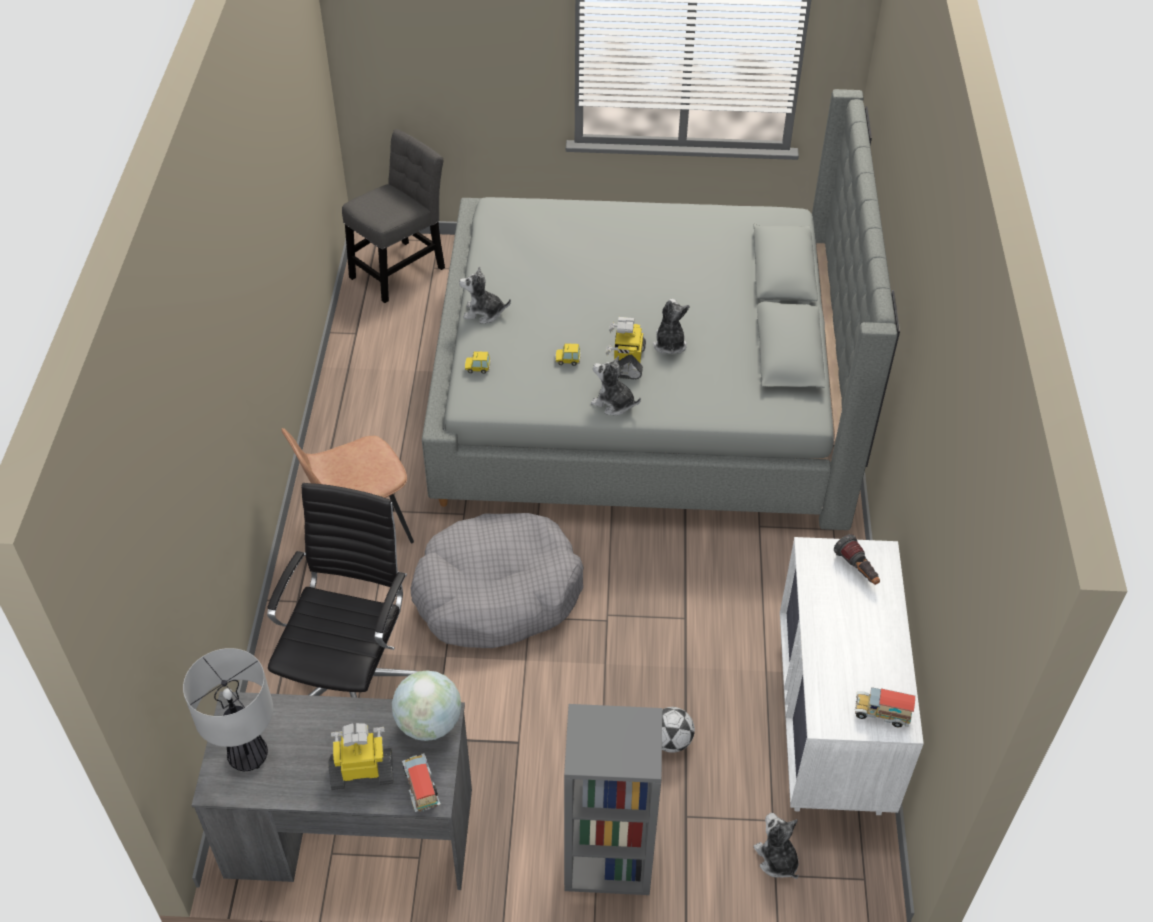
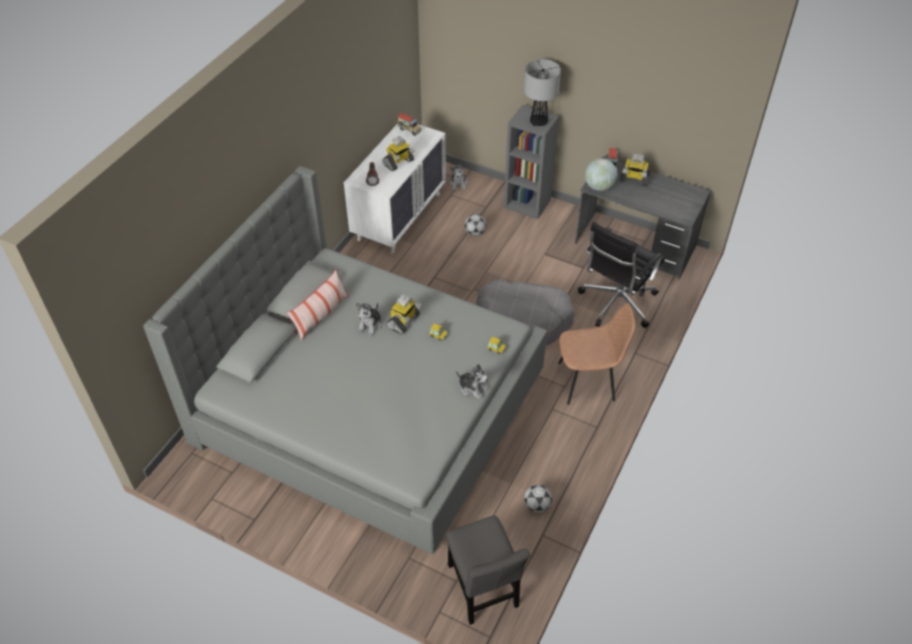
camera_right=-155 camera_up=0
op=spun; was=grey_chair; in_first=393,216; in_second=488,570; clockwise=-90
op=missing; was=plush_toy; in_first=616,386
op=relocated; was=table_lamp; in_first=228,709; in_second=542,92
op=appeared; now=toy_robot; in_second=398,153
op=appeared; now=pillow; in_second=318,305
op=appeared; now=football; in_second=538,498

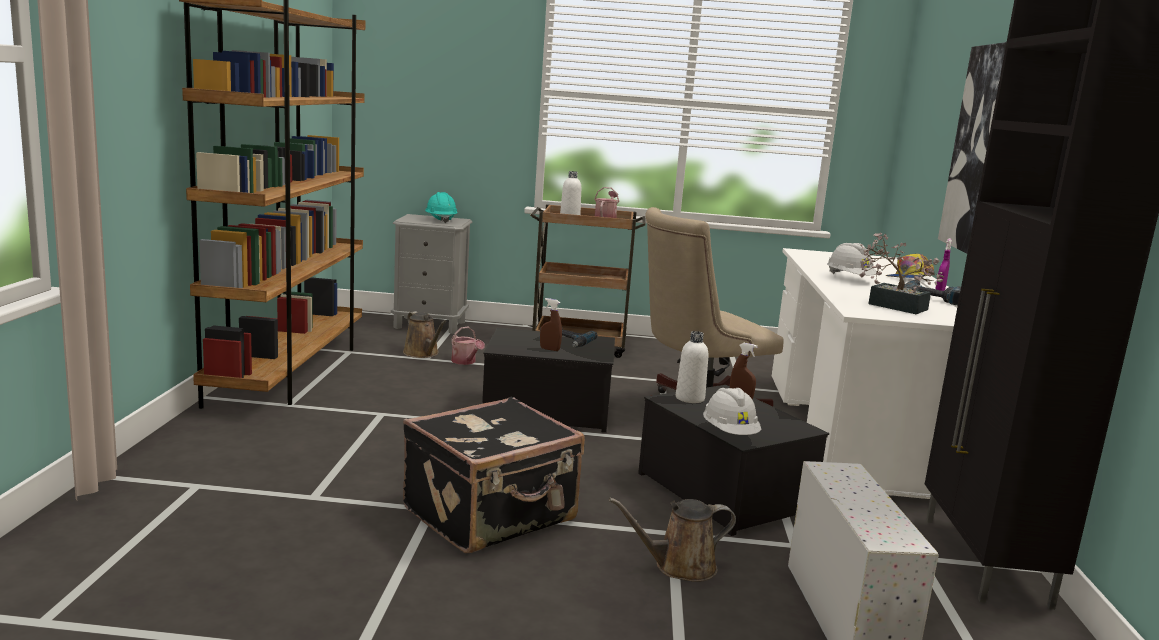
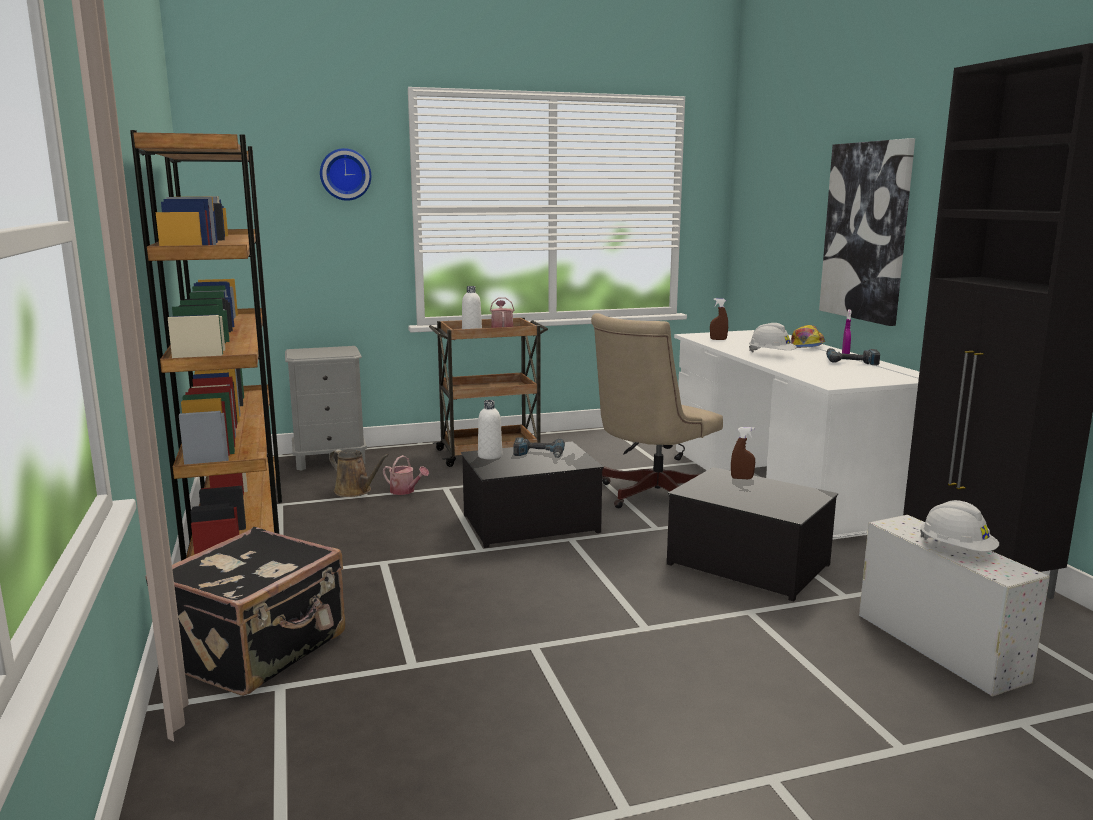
camera_right=-20 camera_up=0
op=missing; was=turquoise_hard_hat; in_first=441,207
op=missing; was=potted_plant; in_first=902,273
op=relocated; was=brown_spray_bottle; in_first=551,324; in_second=719,319
op=relocated; was=white_bottle; in_first=692,367; in_second=490,429
op=relocated; was=white_hard_hat; in_first=732,411; in_second=959,526
op=relocated; was=black_suitcase; in_first=494,474; in_second=245,611
op=missing; was=brown_watering_can; in_first=672,540
op=appeared; now=wall_clock; in_second=345,174

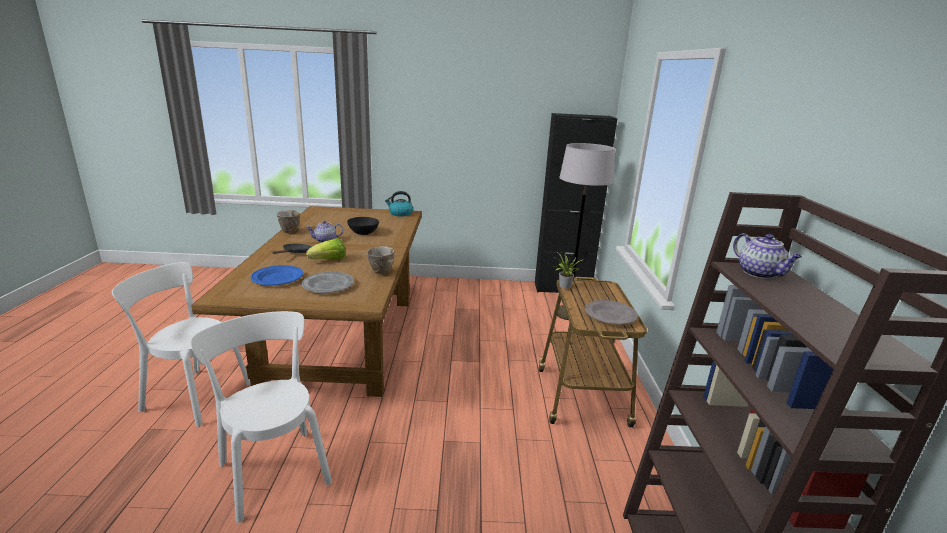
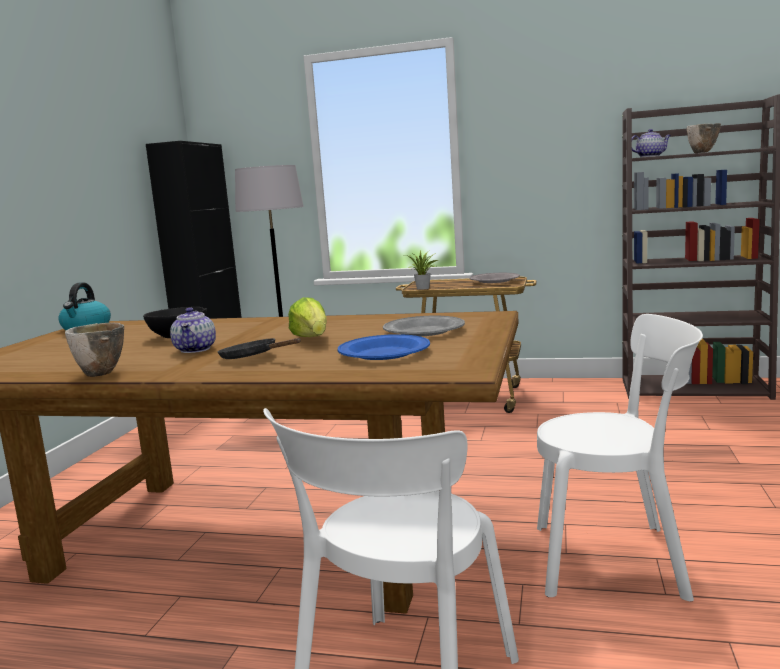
camera_right=-75 camera_up=-10
op=relocated; was=bowl; in_first=381,260; in_second=704,138
op=spun; was=white_chair; in_first=261,417; in_second=620,458; clockwise=-150

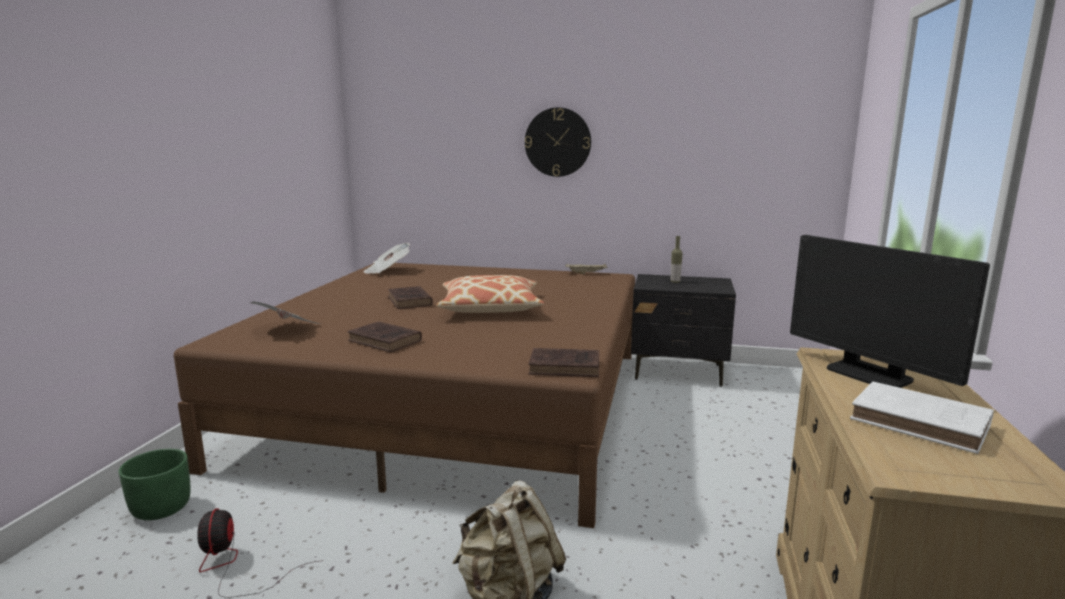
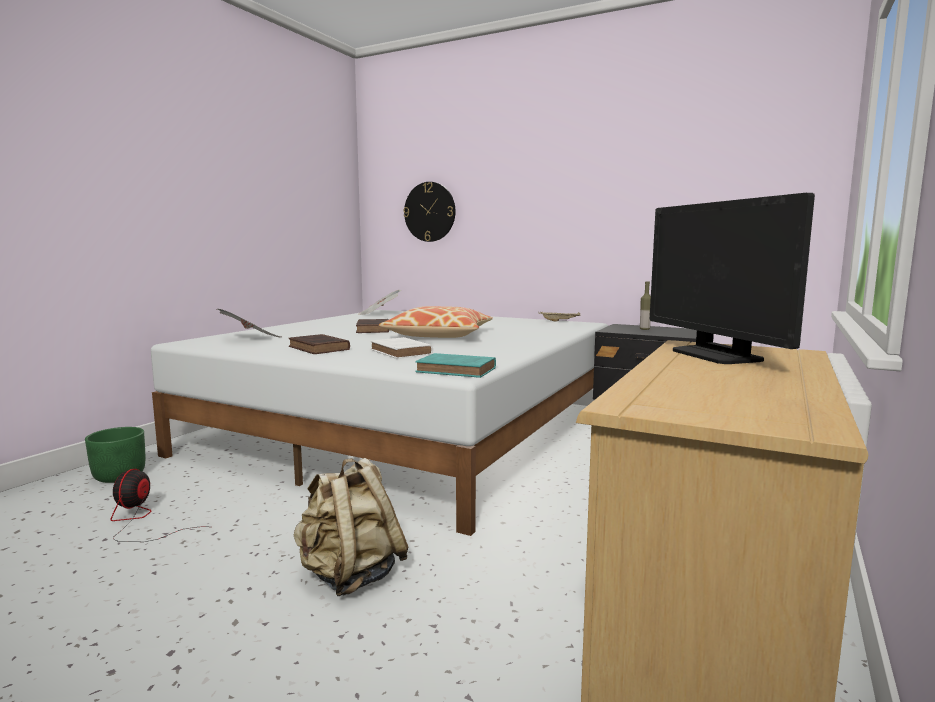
camera_right=15 camera_up=-5
op=relocated; was=wall_clock; in_first=558,142; in_second=429,212
op=colour; was=brown_bed; now=white_bed; in_first=404,395; in_second=379,423
op=colour; was=brown_book; now=turquoise_book; in_first=564,362; in_second=455,365
op=relocated; was=white_book; in_first=922,417; in_second=401,348

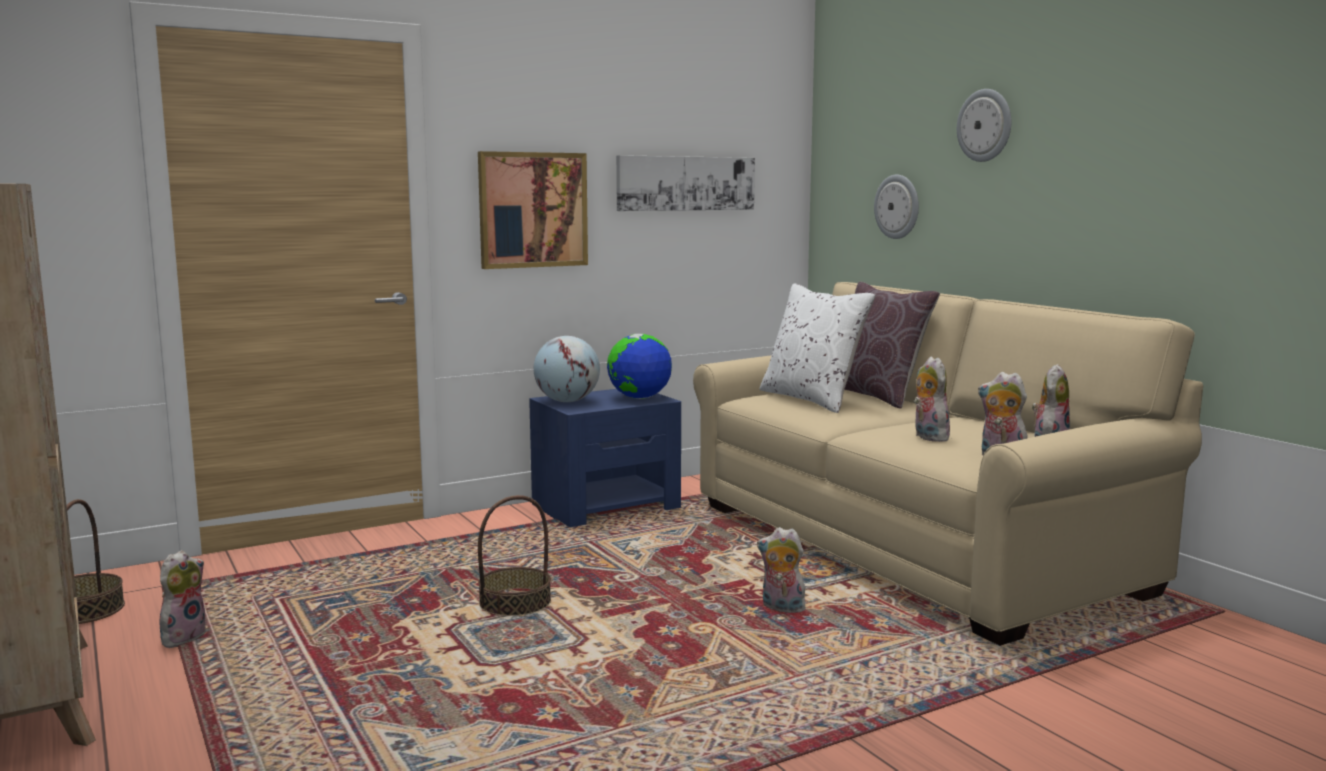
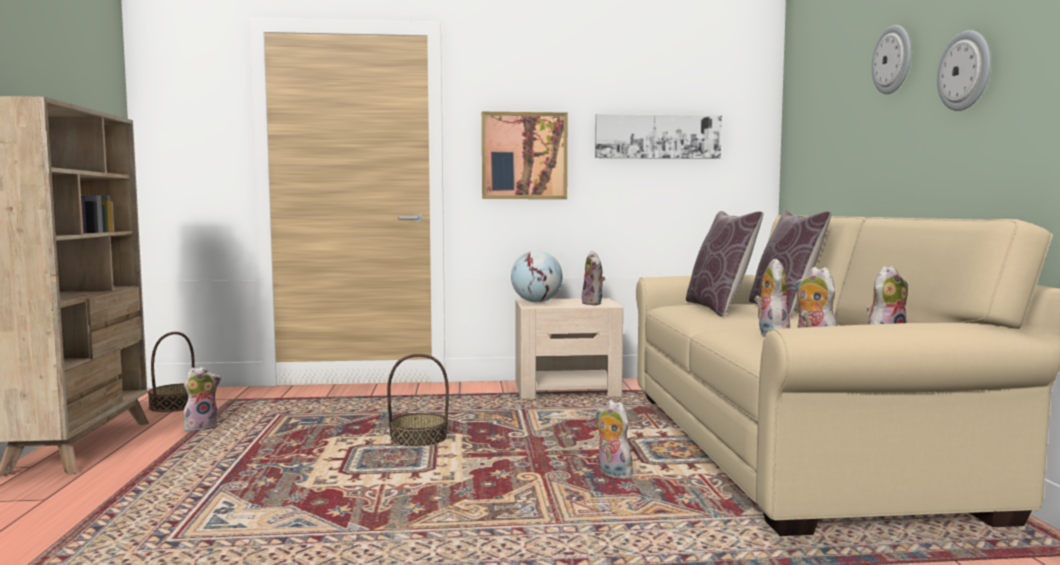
camera_right=25 camera_up=-5
op=relocated; was=wall_clock; in_first=896,207; in_second=963,70
op=colour; was=white_pillow; now=brown_pillow; in_first=818,348; in_second=725,264
op=exchanged; was=globe; now=plush_toy; in_first=639,366; in_second=593,278
op=colour; was=blue_nightstand; now=beige_nightstand; in_first=605,458; in_second=569,348

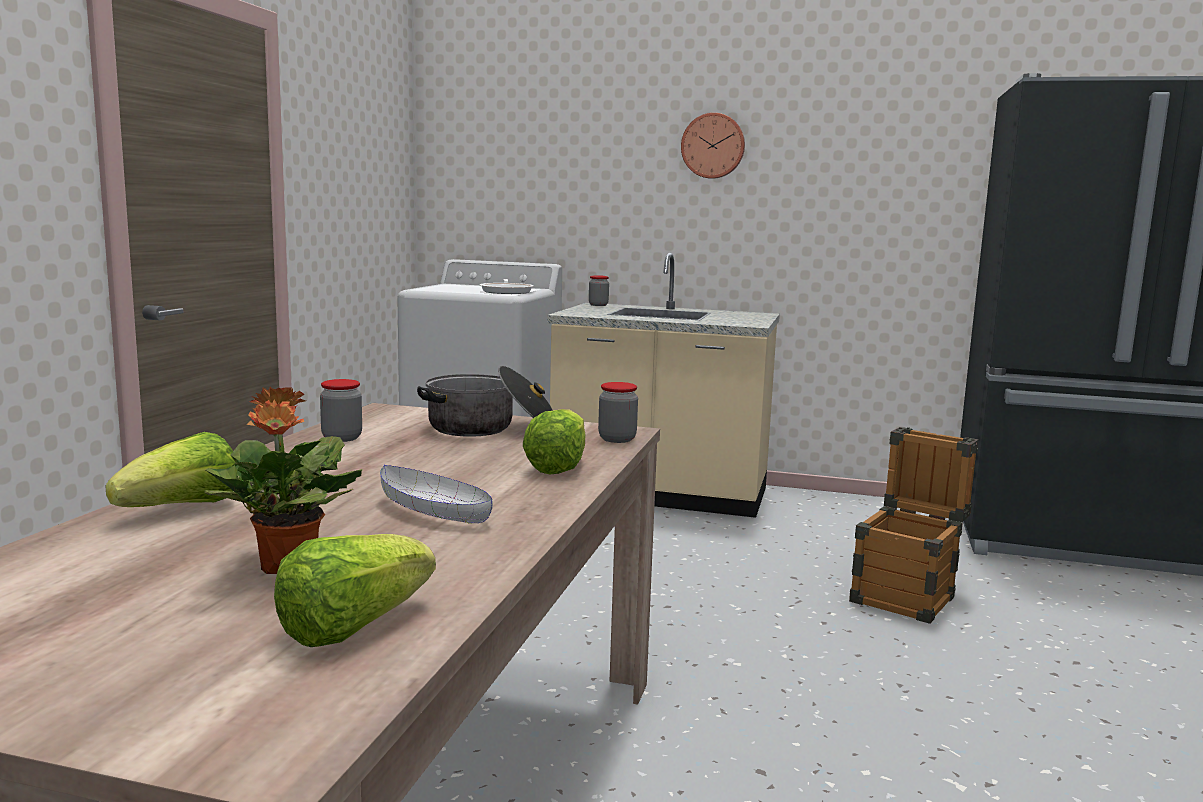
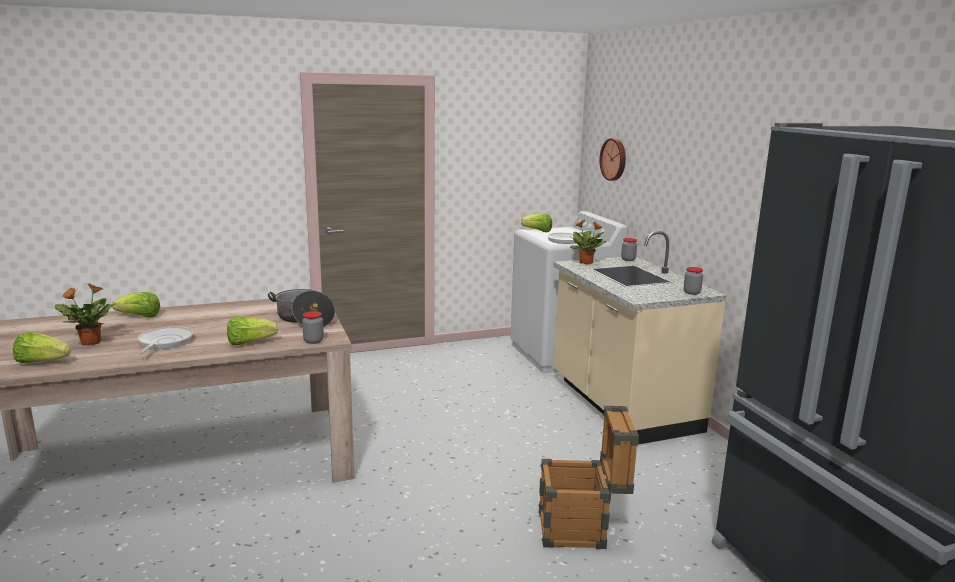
camera_right=55 camera_up=5
op=relocated; was=wall_clock; in_first=713,146; in_second=612,159
op=relocated; was=jar; in_first=341,410; in_second=693,281
op=exchanged; was=white_bowl; now=frying_pan; in_first=436,494; in_second=165,340
op=appeared; now=lettuce; in_second=536,223
op=appeared; now=potted_plant; in_second=588,242

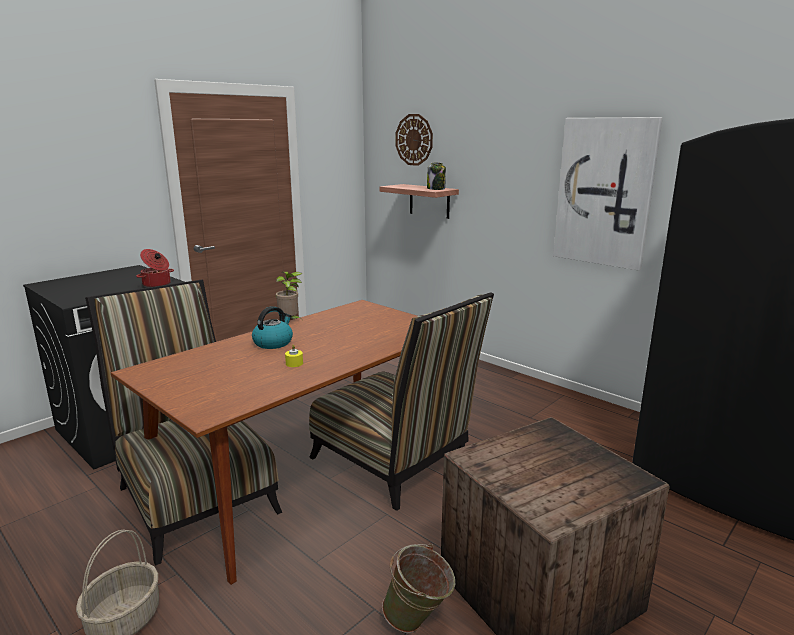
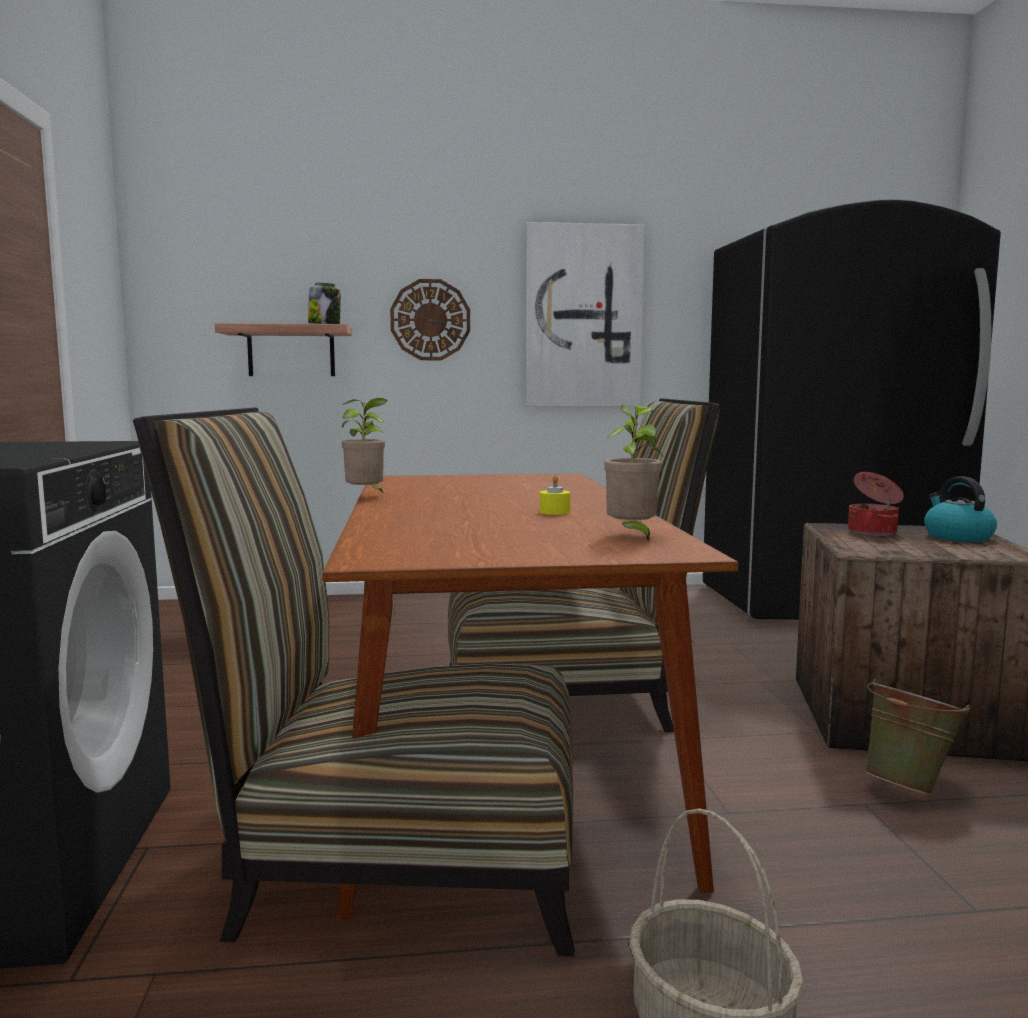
camera_right=-50 camera_up=-10
op=relocated; was=wall_clock; in_first=414,140; in_second=430,319
op=relocated; was=cooking_pot; in_first=155,268; in_second=876,504
op=relocated; was=kettle; in_first=272,327; in_second=960,509
op=appeared; now=potted_plant; in_second=633,472

